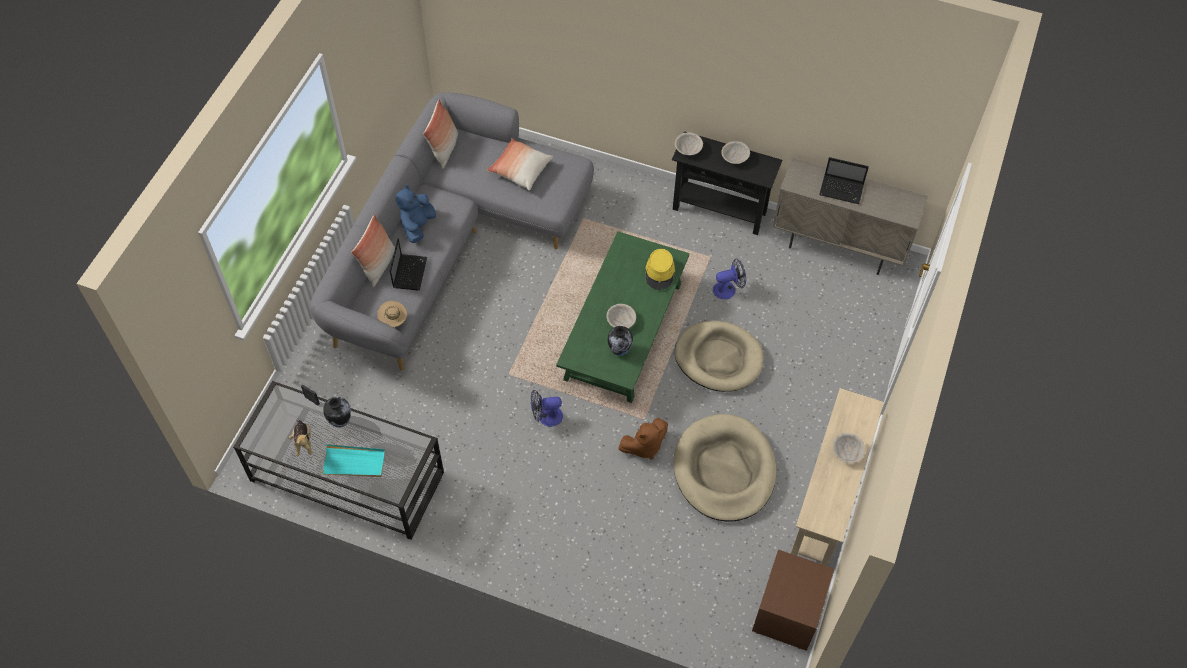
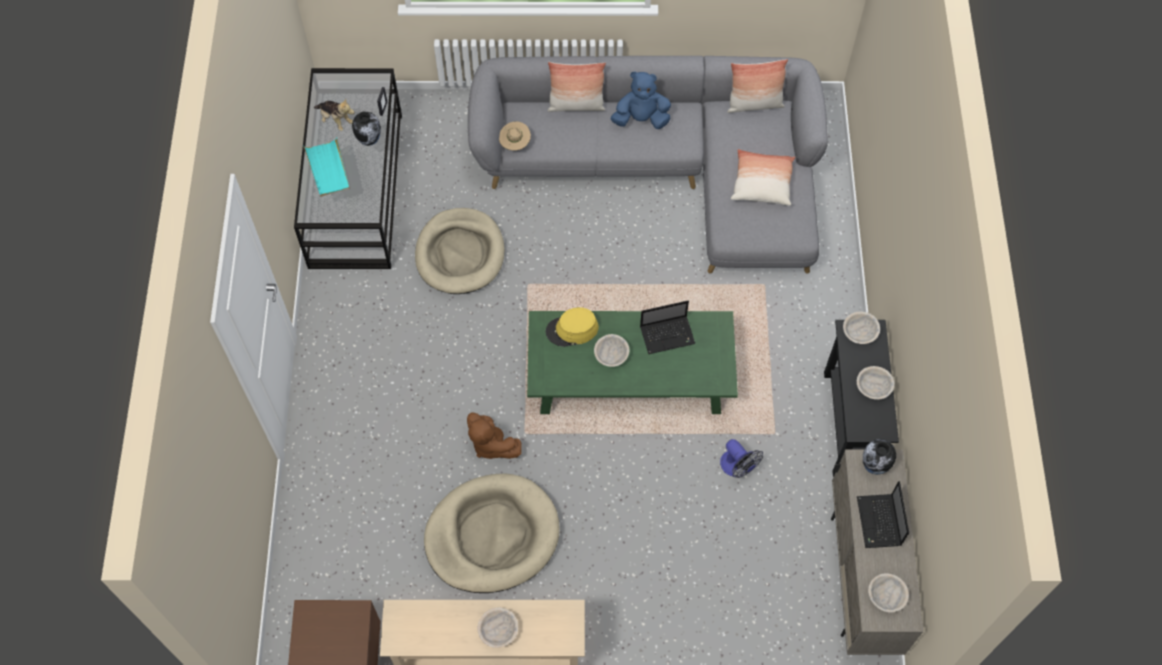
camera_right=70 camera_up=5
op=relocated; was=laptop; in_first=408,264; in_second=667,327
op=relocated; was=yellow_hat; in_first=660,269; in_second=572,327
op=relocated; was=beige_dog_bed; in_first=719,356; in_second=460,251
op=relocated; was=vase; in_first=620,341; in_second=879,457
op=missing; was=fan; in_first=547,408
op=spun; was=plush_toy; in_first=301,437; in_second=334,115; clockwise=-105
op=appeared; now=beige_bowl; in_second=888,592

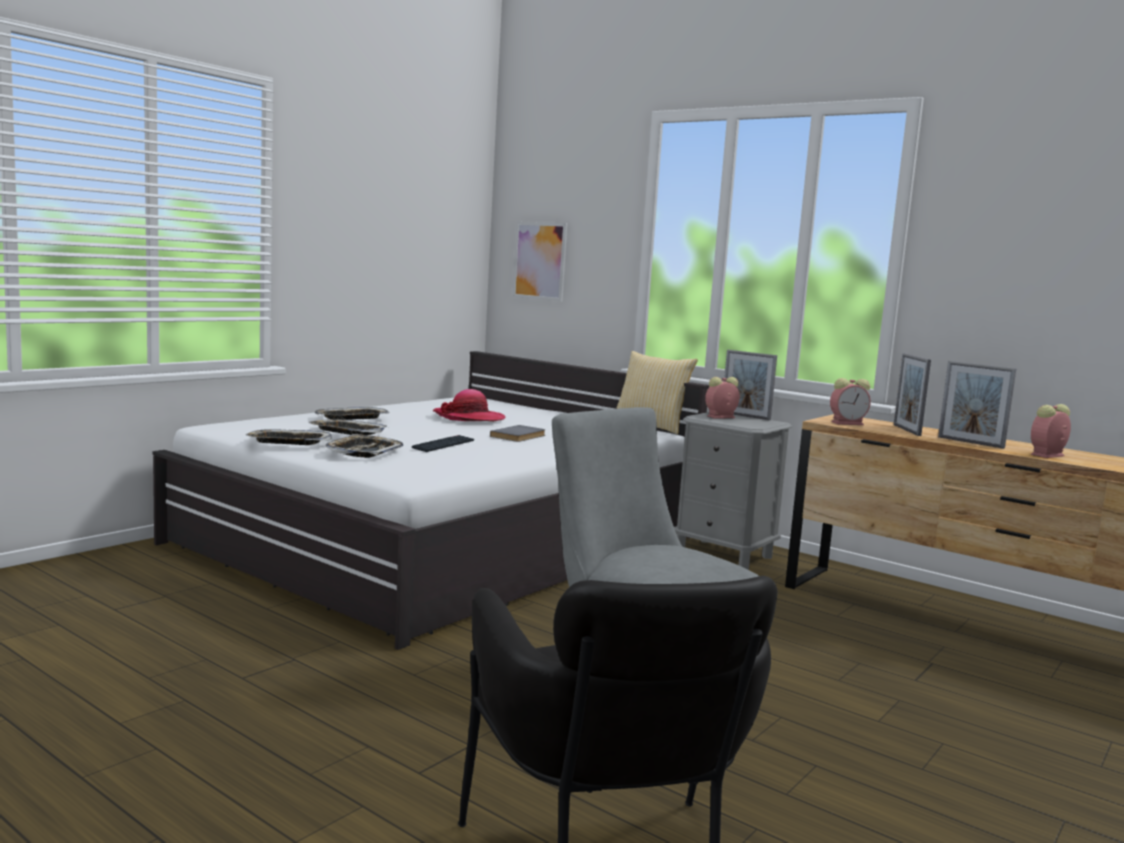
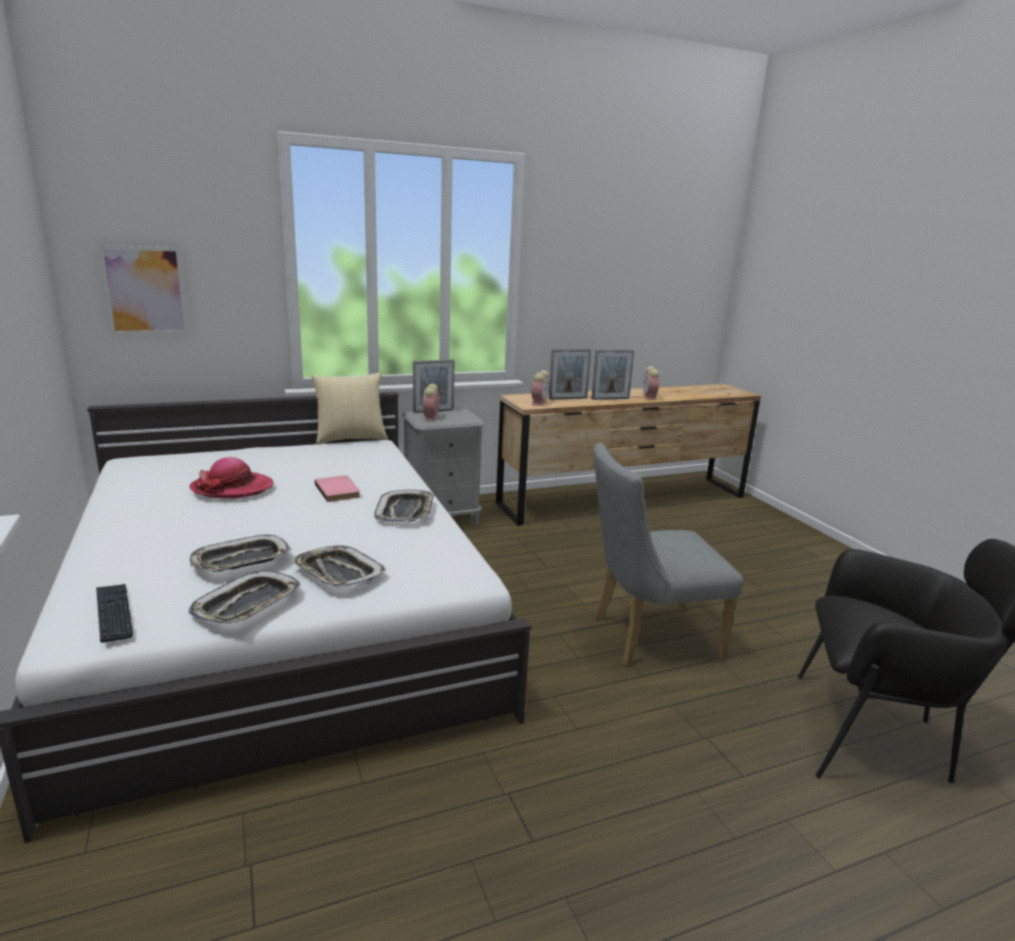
camera_right=-60 camera_up=10
op=spun; was=picture_frame; in_first=912,394; in_second=570,374; clockwise=-45
op=relocated; was=tray; in_first=352,413; in_second=404,506
op=colour; was=grey_book; now=pink_book; in_first=518,433; in_second=337,488
op=relocated; was=keyboard; in_first=443,443; in_second=114,613

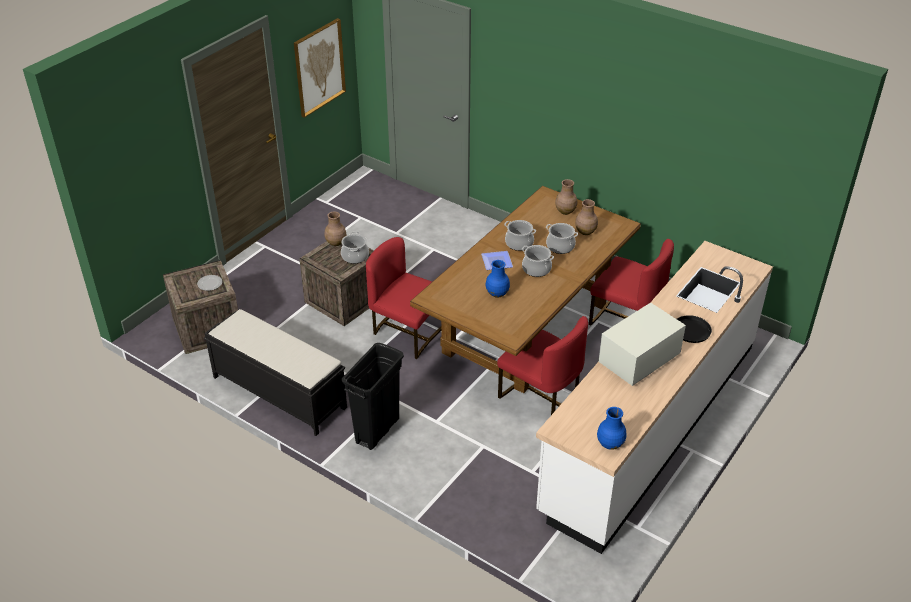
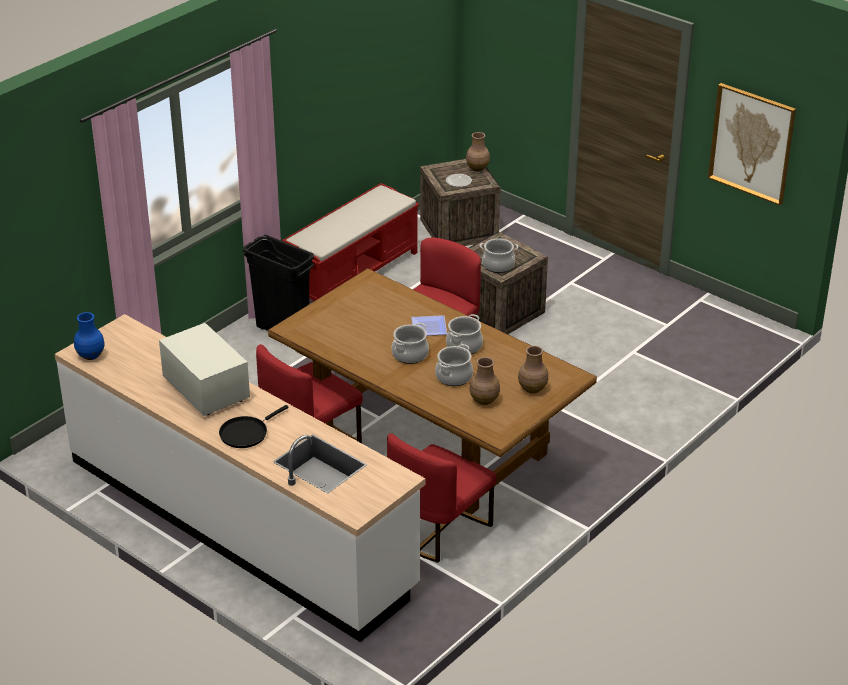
camera_right=95 camera_up=-5
op=relocated; was=brown_vase; in_first=335,229; in_second=478,151
op=missing; was=blue_vase; in_first=498,279
op=colour; was=black_bench; now=red_bench; in_first=275,372; in_second=350,242

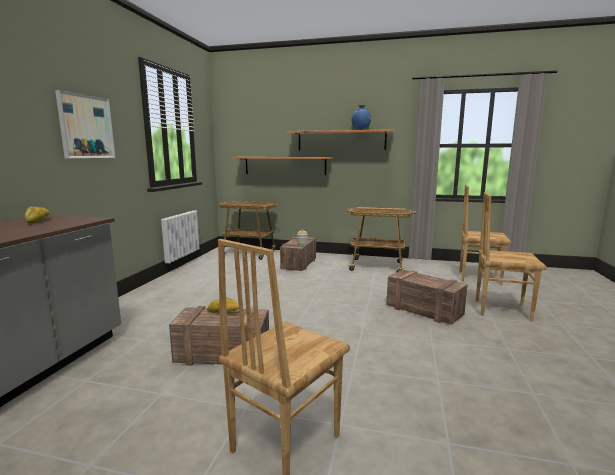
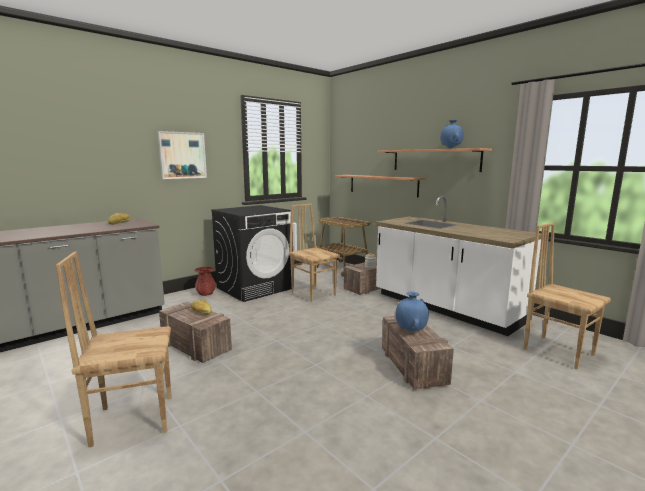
camera_right=35 camera_up=0
op=relocated; was=brown_chair; in_first=511,256; in_second=314,253
op=exchanged; was=cart; now=white_counter; in_first=381,239; in_second=458,266
op=appeared; now=black_washing_machine; in_second=252,253
op=appeared; now=red_vase; in_second=205,281
op=appeared; now=blue_vase; in_second=412,312

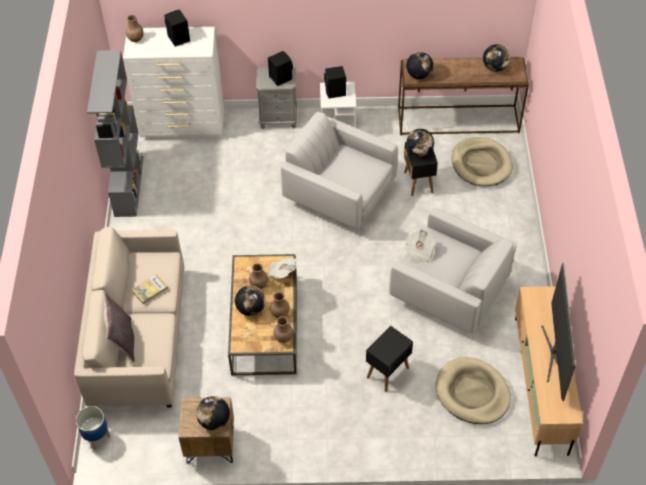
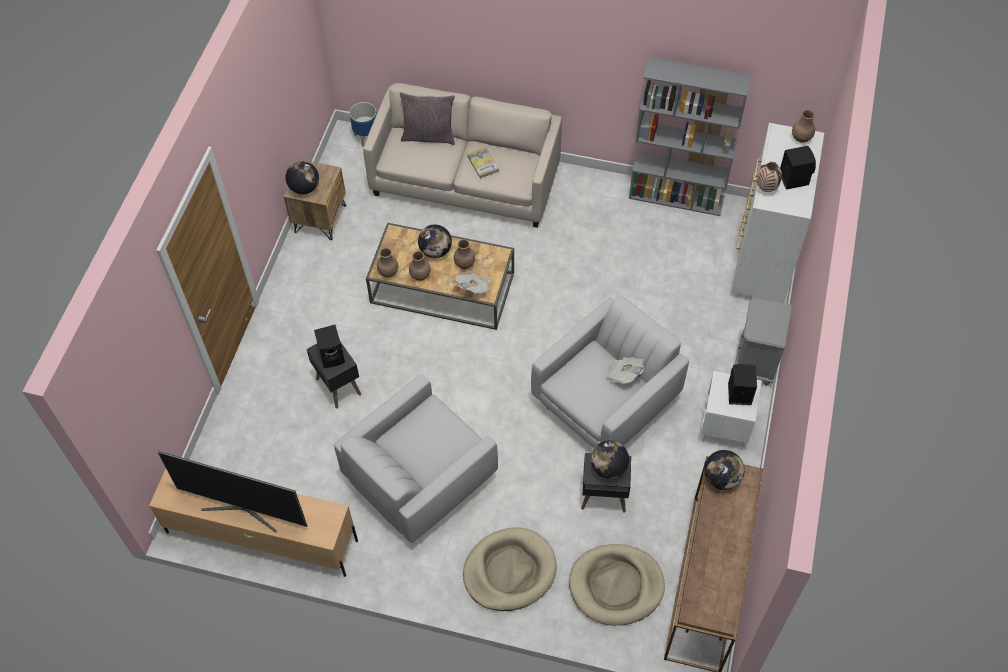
camera_right=105 camera_up=5
op=missing; was=globe; in_first=496,58
op=relocated; was=black_speaker; in_first=280,68; in_second=329,346
op=relocated; was=newspaper; in_first=421,246; in_second=625,370
op=relocated; was=beige_dog_bed; in_first=473,390; in_second=510,569
op=appeared; now=vase; in_second=769,177

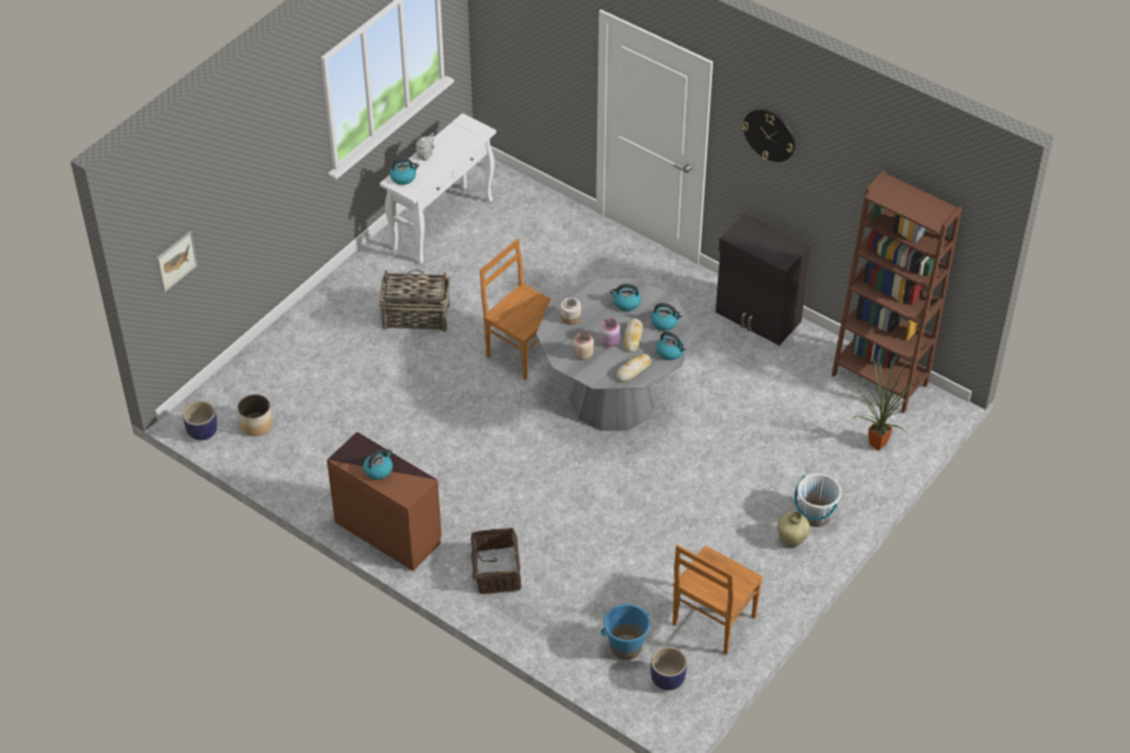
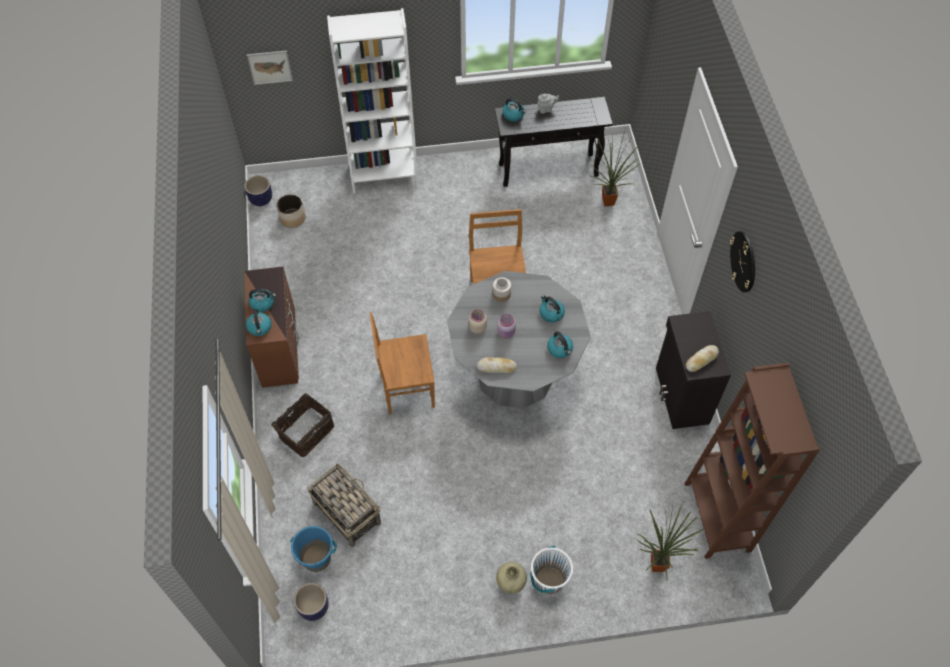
camera_right=45 camera_up=10
op=colour; was=white_console_table; now=black_console_table; in_first=438,188; in_second=554,142
op=relocated; was=basket; in_first=414,300; in_second=344,505
op=relocated; was=bread; in_first=633,335; in_second=702,358
op=relocated; was=kettle; in_first=671,345; in_second=259,322
op=relocated; was=brown_chair; in_first=718,599; in_second=402,363
op=appeared; now=white_bookcase; in_second=373,100
op=appeared; now=potted_plant; in_second=615,167

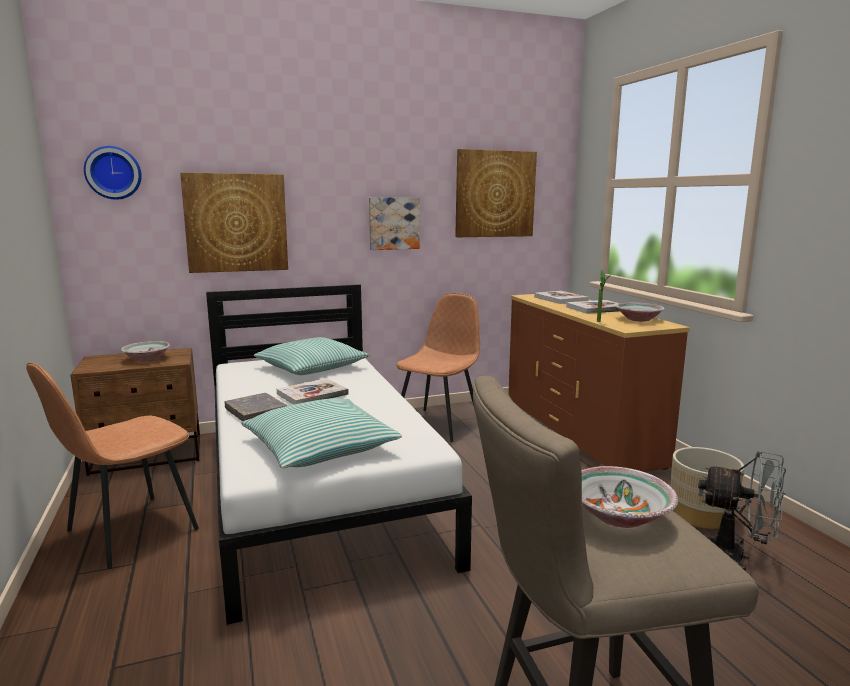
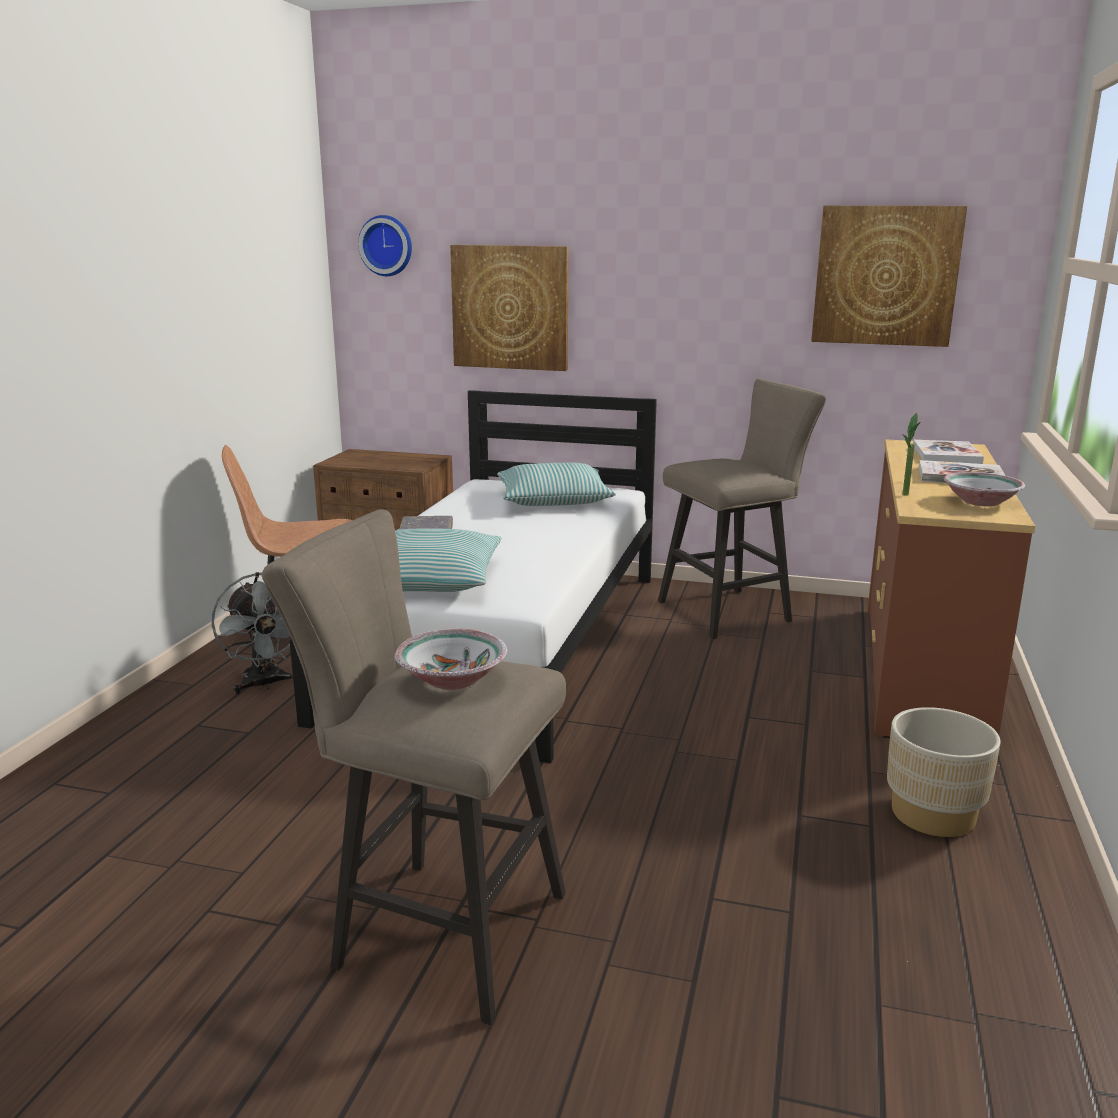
camera_right=35 camera_up=5
op=missing; was=picture; in_first=394,223
op=exchanged; was=brown_chair; now=beige_stool; in_first=438,367; in_second=742,509
op=missing; was=bowl; in_first=145,351
op=missing; was=book; in_first=313,392
op=relocated; was=grey_fan; in_first=742,511; in_second=253,633

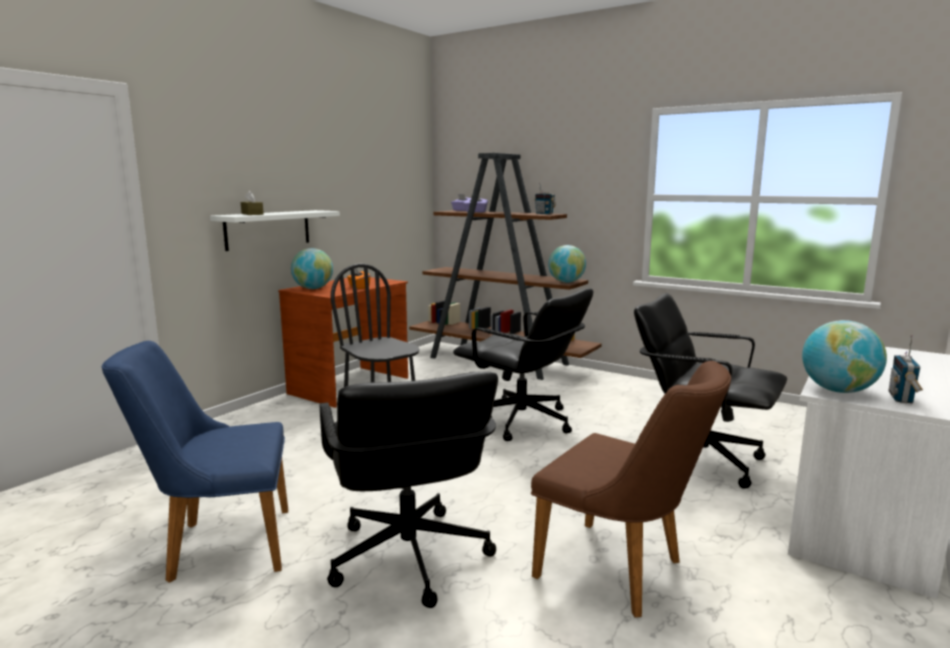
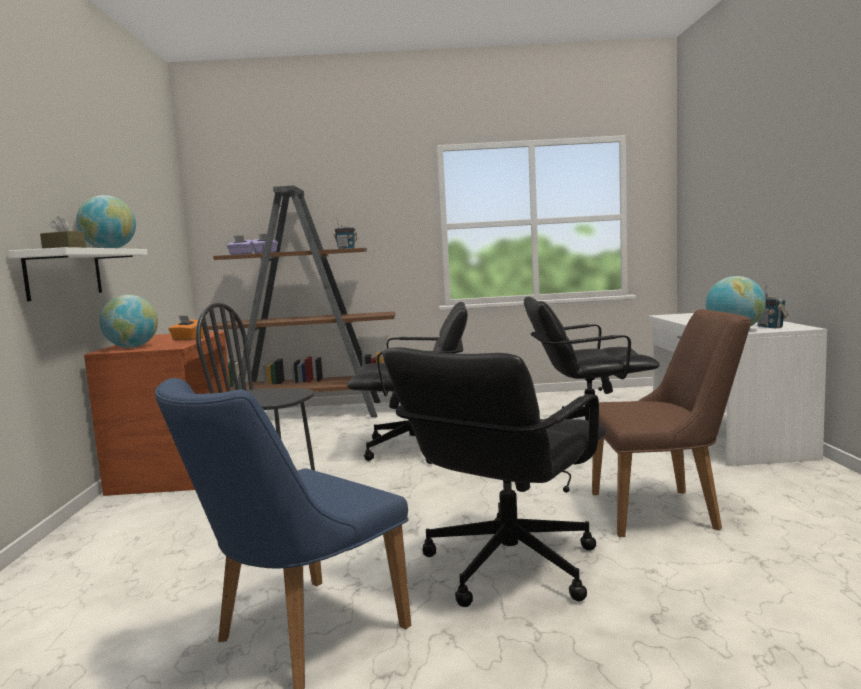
camera_right=-35 camera_up=-5
op=relocated; was=globe; in_first=567,264; in_second=106,221
op=spun; was=black_office_chair; in_first=409,489; in_second=494,477; clockwise=90

